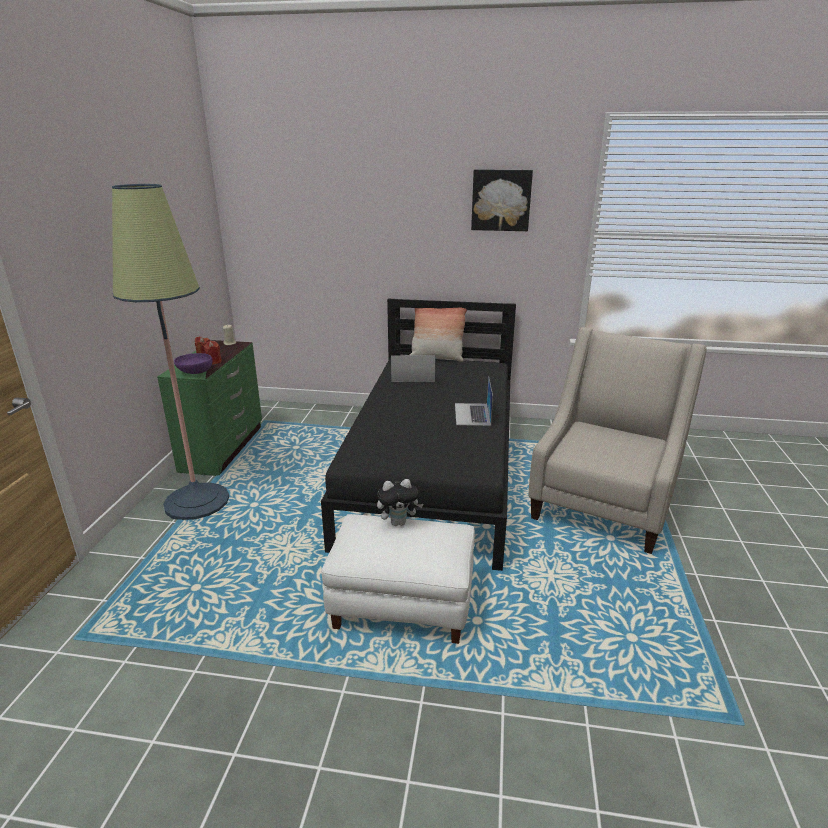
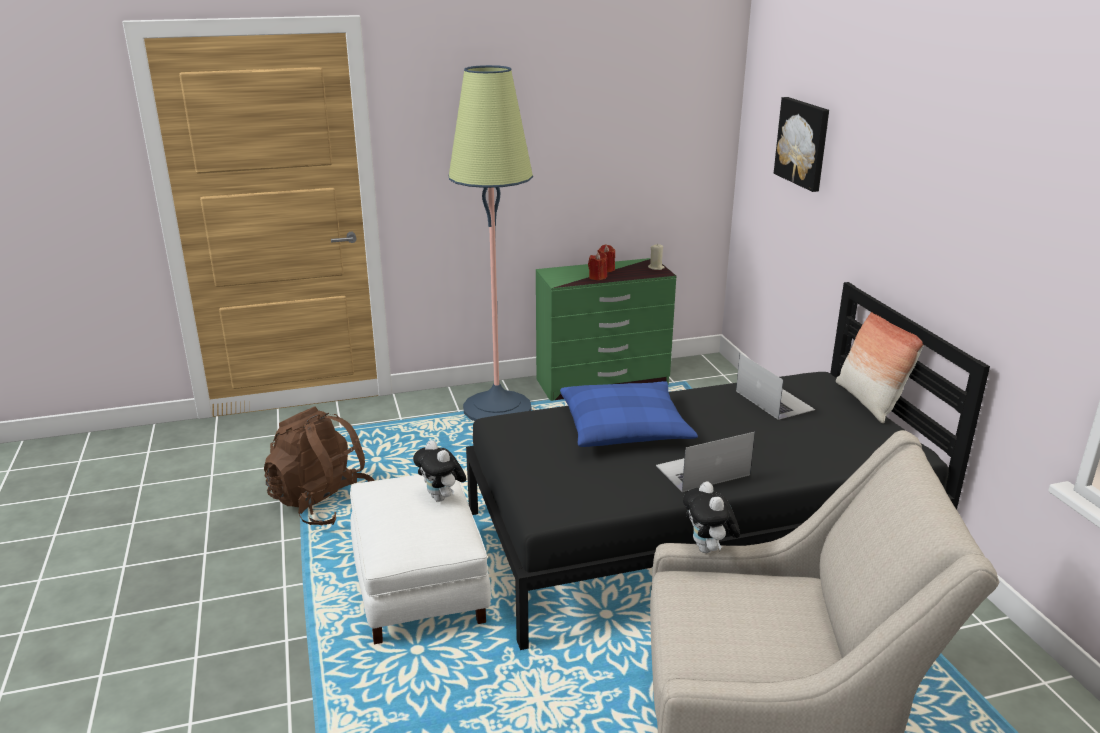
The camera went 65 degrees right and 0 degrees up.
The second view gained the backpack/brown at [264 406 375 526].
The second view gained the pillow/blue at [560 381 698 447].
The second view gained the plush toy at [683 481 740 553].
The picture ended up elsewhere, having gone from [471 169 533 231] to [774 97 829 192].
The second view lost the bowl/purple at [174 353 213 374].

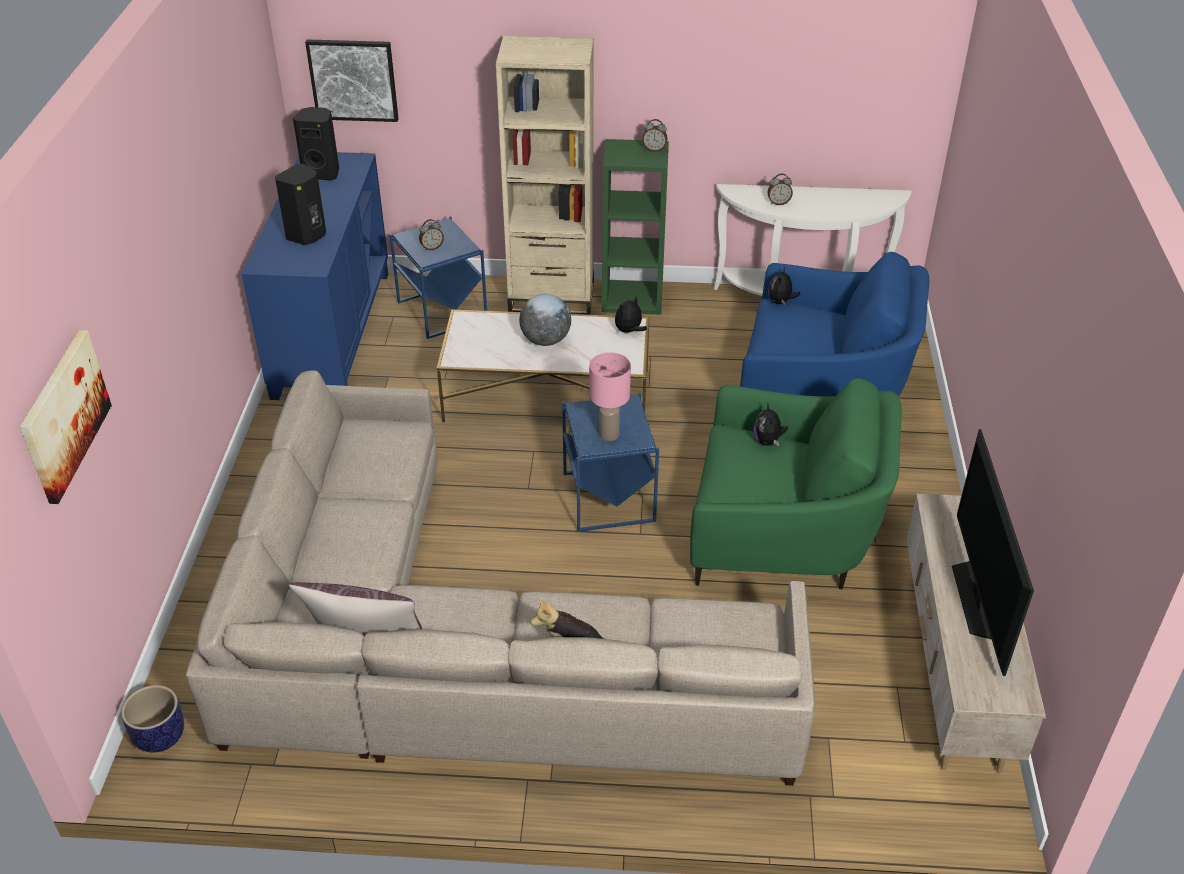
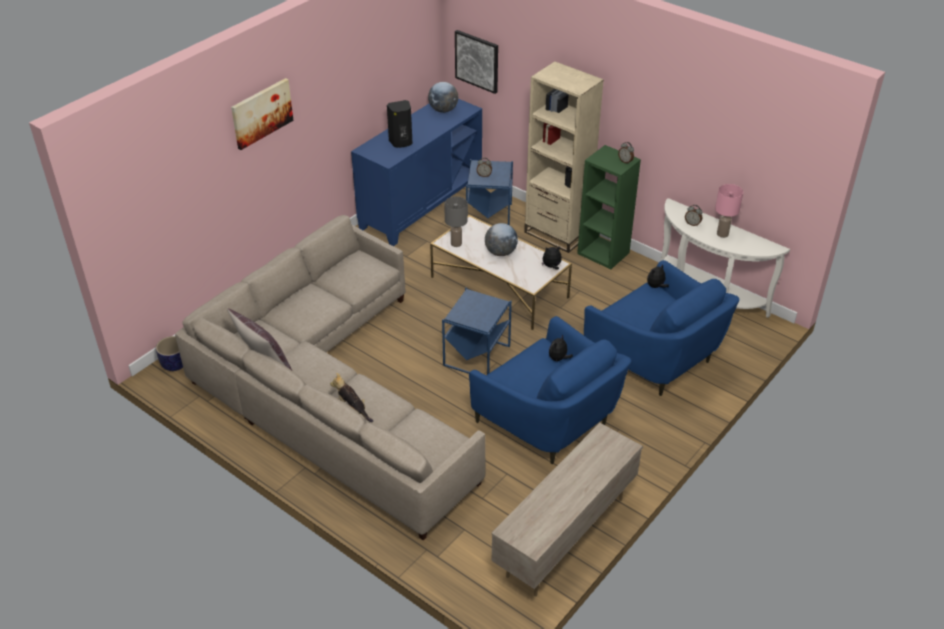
The camera went 35 degrees right and 0 degrees up.
The picture ended up elsewhere, having gone from [20 330 112 504] to [231 78 294 150].
Where the speaker/black stood at [293 107 339 180], the globe came to stand at [428 82 458 113].
The second view gained the table lamp/grey at [444 196 468 247].
What was the armchair/green at [690 378 902 589] turned into the armchair/blue at [469 316 631 464].
The table lamp/pink ended up elsewhere, having gone from [589 352 631 441] to [715 184 743 238].
The second view lost the television at [952 429 1034 676].

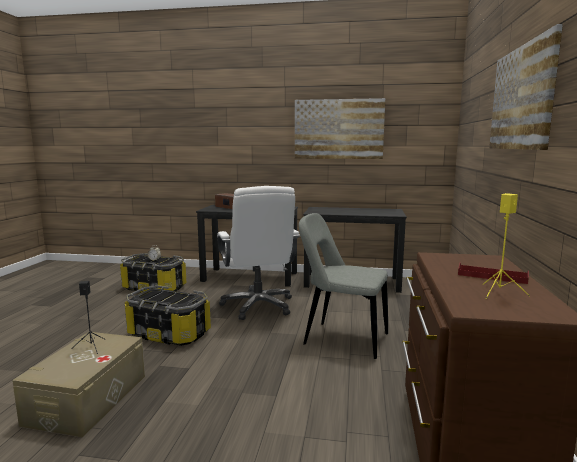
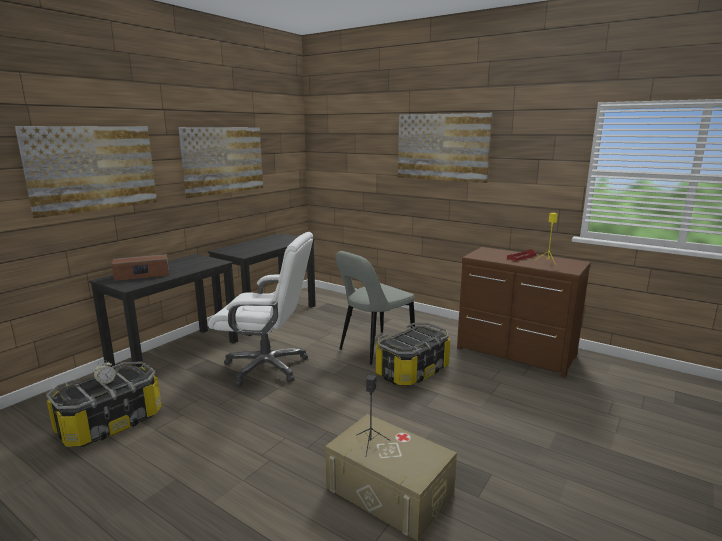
The camera went 65 degrees left and 5 degrees up.
The second view gained the picture at [15 126 157 218].
The storage box ended up elsewhere, having gone from [125 285 211 346] to [376 323 450 387].

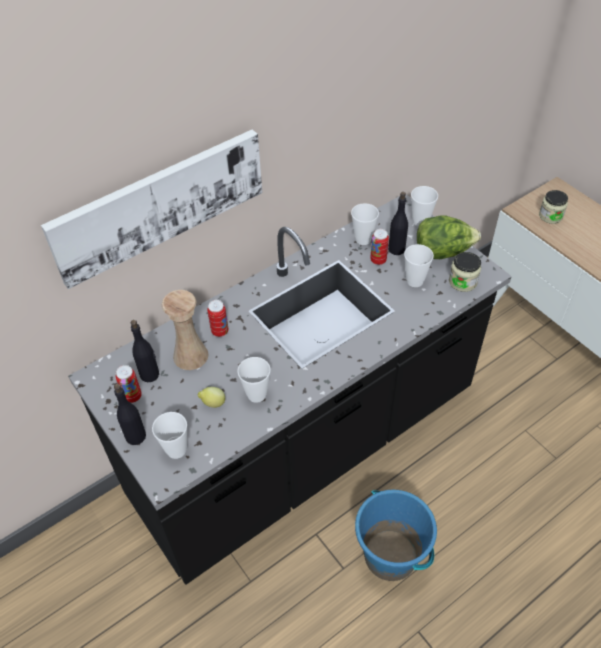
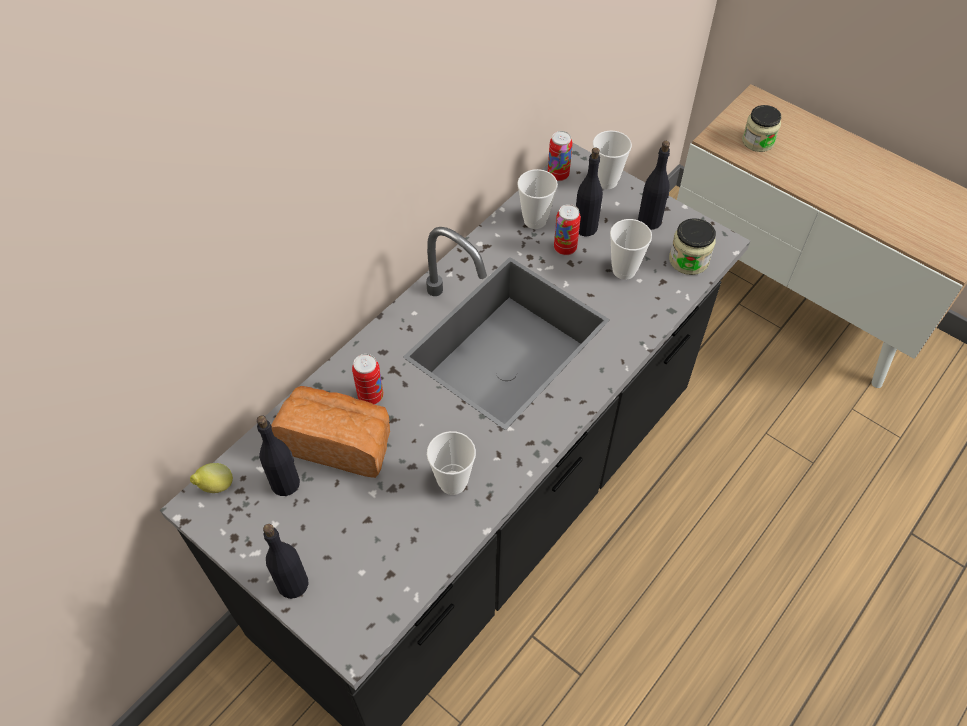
The camera went 15 degrees left and 5 degrees up.
The lemon ended up elsewhere, having gone from [198 387 225 408] to [190 463 233 493].
Where the vase/beige stood at [162 290 209 370], the bread came to stand at [271 386 390 478].
The can ended up elsewhere, having gone from [115 365 142 403] to [548 131 573 181].
Where the lettuce stood at [417 215 481 259], the bottle/black came to stand at [638 141 670 230].
The second view lost the picture at [41 129 262 289].
The second view lost the cup at [152 412 187 459].
The second view lost the bucket/blue at [355 490 437 581].

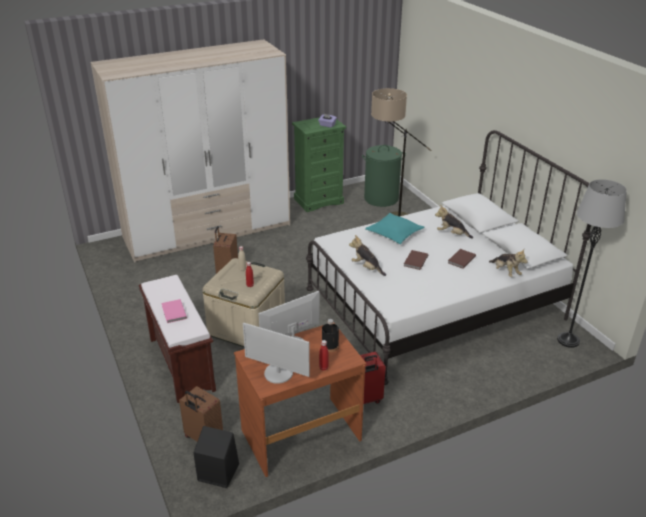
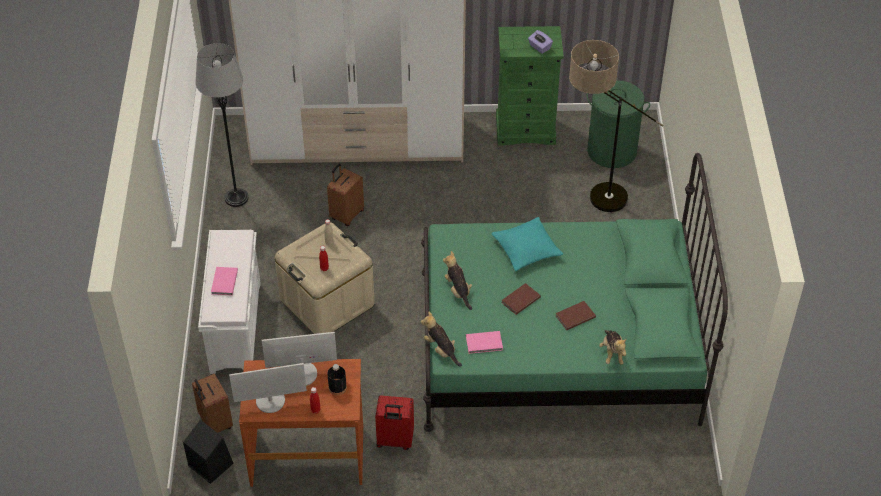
The camera went 25 degrees right and 15 degrees up.
The floor lamp/grey ended up elsewhere, having gone from [557 179 627 348] to [195 43 249 207].
What was the bench/brown at [139 275 216 403] turned into the bench/white at [198 230 261 374].
The monitor at [243 322 310 384] ended up facing another way, 60 degrees counterclockwise from before.
What was the bed/white at [306 130 591 385] turned into the bed/green at [421 153 728 432].
The plush toy ended up elsewhere, having gone from [435 205 473 239] to [421 311 462 367].
The second view gained the book/pink at [466 331 503 354].

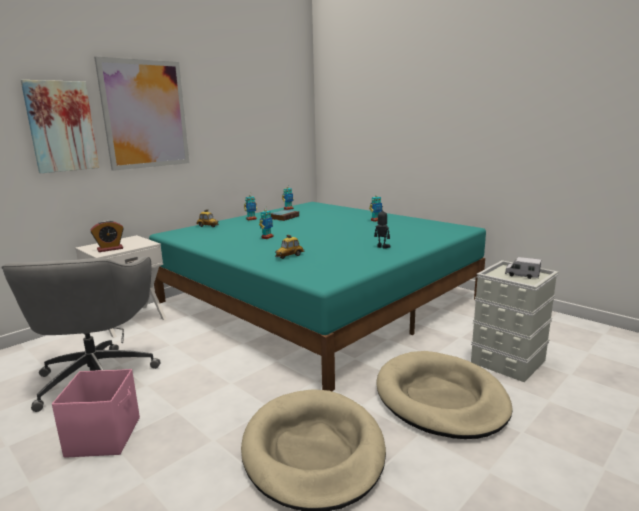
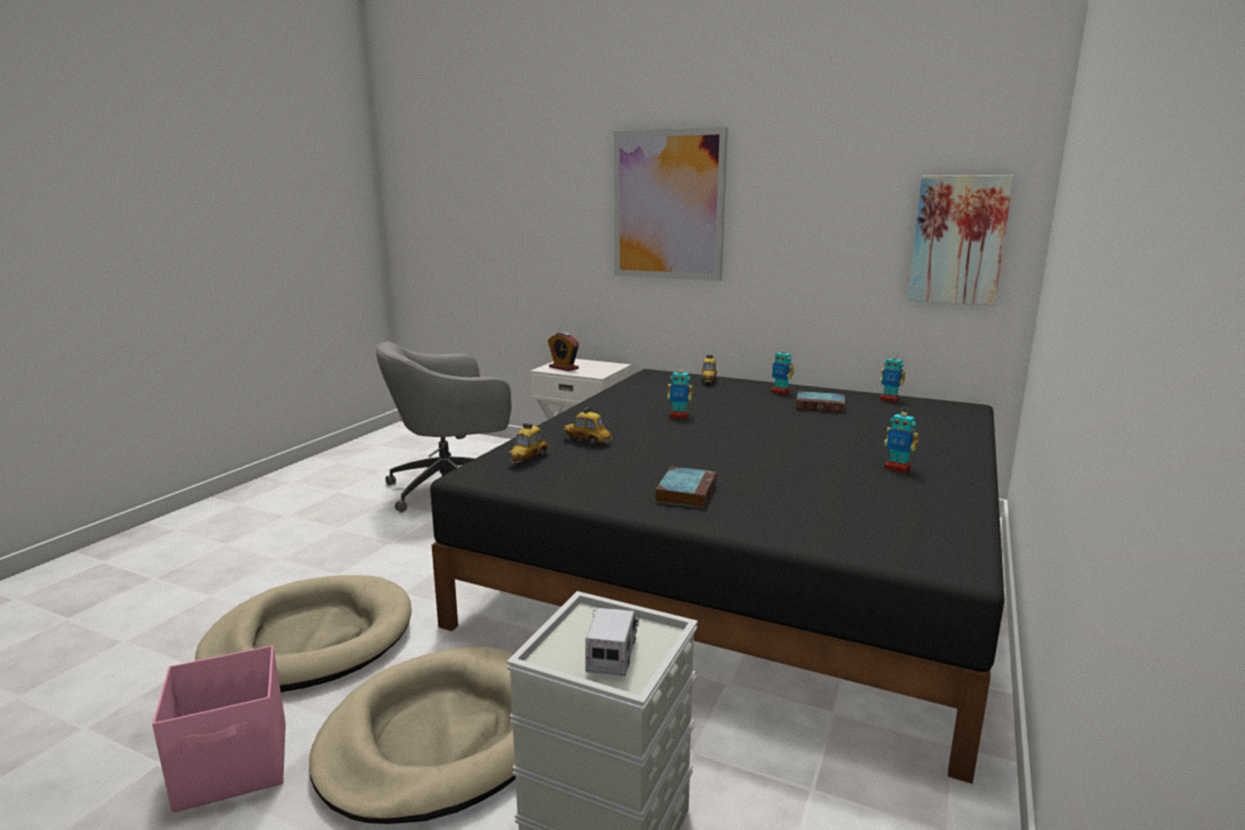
The camera went 70 degrees right and 0 degrees up.
The storage box/pink ended up elsewhere, having gone from [52 369 140 458] to [152 645 286 813].
What was the bed/turquoise at [149 202 486 391] turned into the bed/black at [430 369 1005 784].
The second view gained the toy car at [508 423 549 465].
Where the toy robot stood at [374 206 391 249], the book came to stand at [655 466 717 508].
The picture ended up elsewhere, having gone from [21 80 99 173] to [908 175 1014 306].

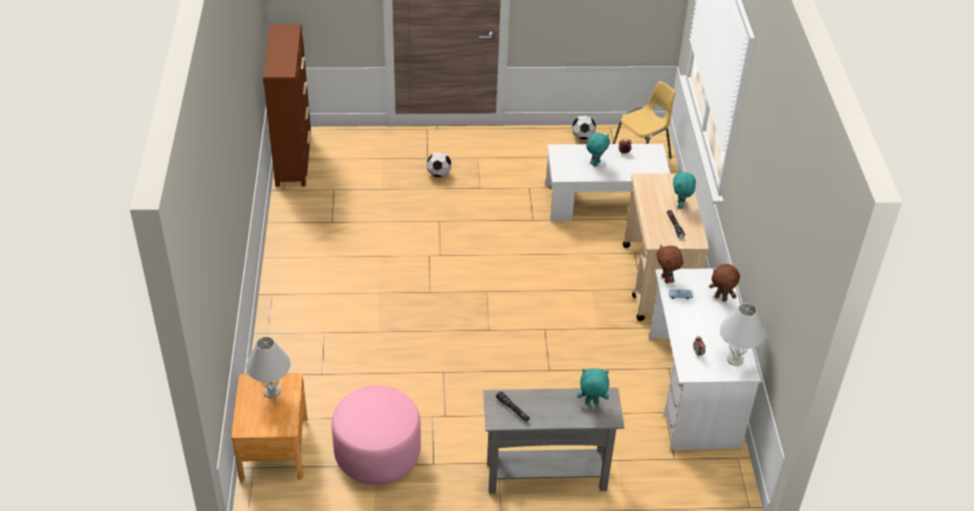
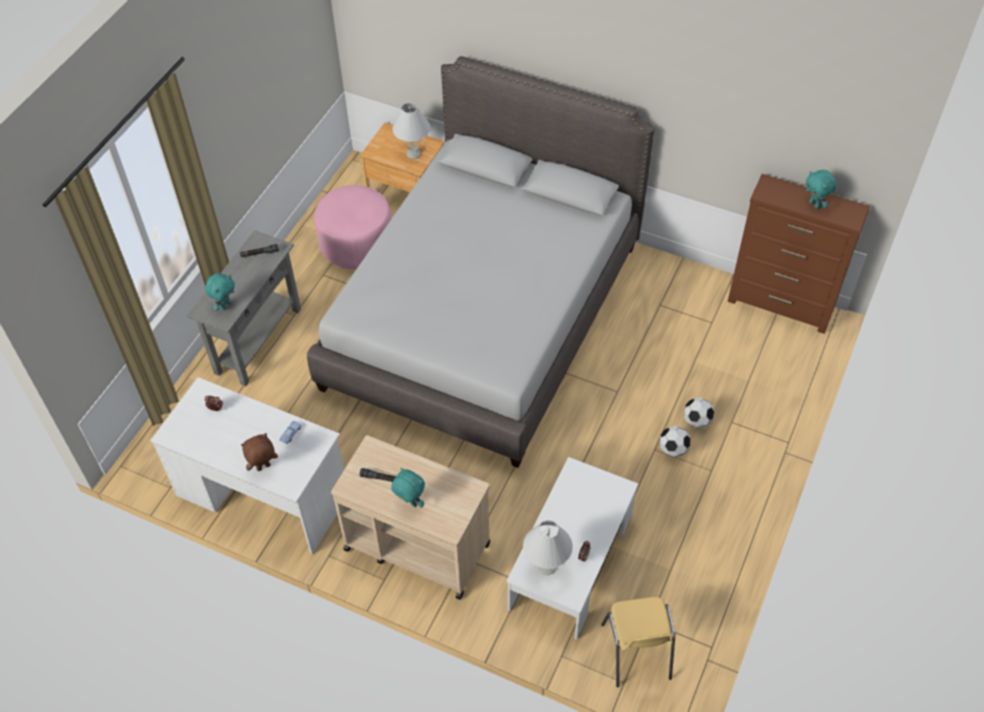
The camera went 120 degrees right and 10 degrees up.
The second view gained the bed/grey at [307 56 655 468].
The table lamp/white ended up elsewhere, having gone from [719 303 765 366] to [523 520 573 575].
The football ended up elsewhere, having gone from [572 115 596 140] to [660 426 690 457].
The plush toy/turquoise ended up elsewhere, having gone from [586 133 610 167] to [806 170 836 209].
The second view lost the plush toy/brown at [656 245 683 283].

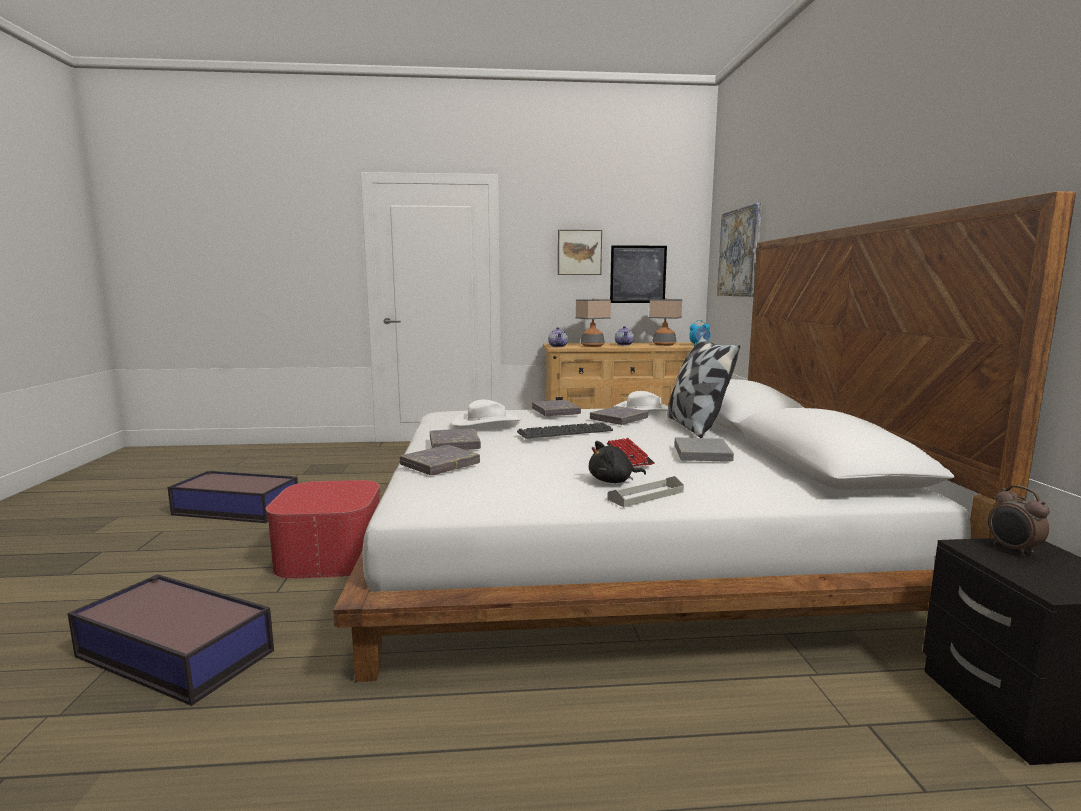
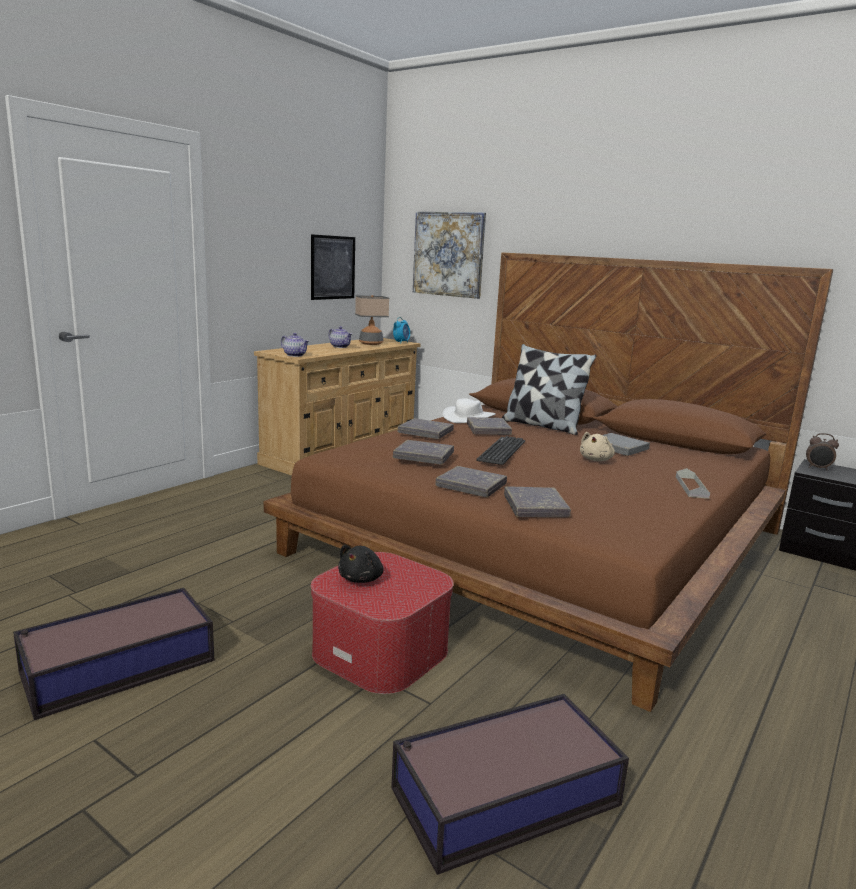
The camera went 50 degrees left and 5 degrees up.
What was the bed/white at [333 191 1076 682] turned into the bed/brown at [264 252 833 712].
The plush toy/black ended up elsewhere, having gone from [589 441 646 483] to [338 545 384 583].
Where the hat/white stood at [451 400 522 426], the book/grey came to stand at [393 440 454 464].
Where the keyboard stood at [607 438 655 467], the plush toy/beige came to stand at [580 432 615 461].
The second view lost the picture at [558 230 602 275].
The second view lost the table lamp at [576 298 611 347].

